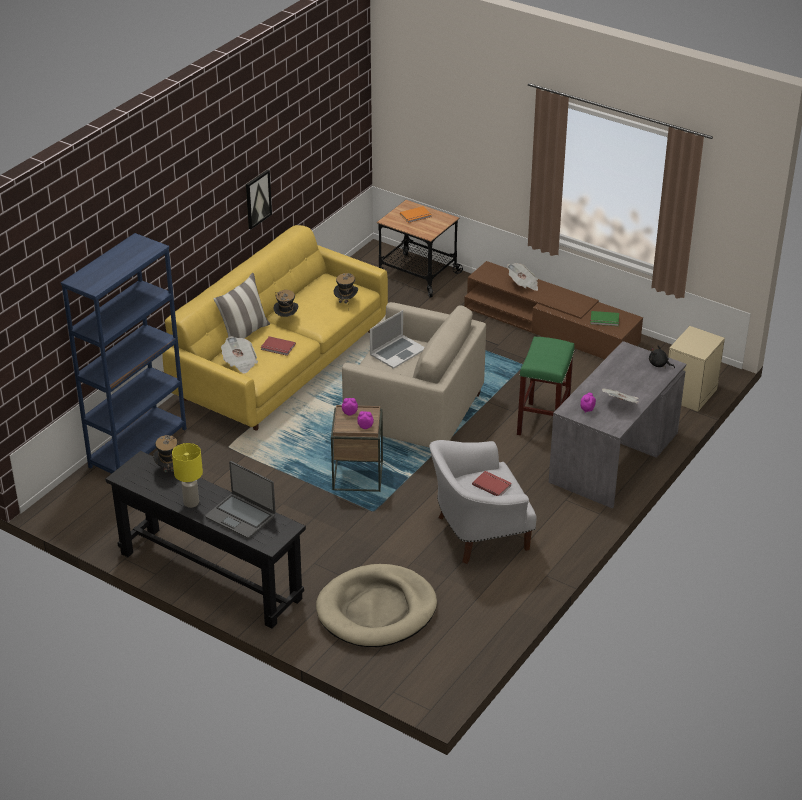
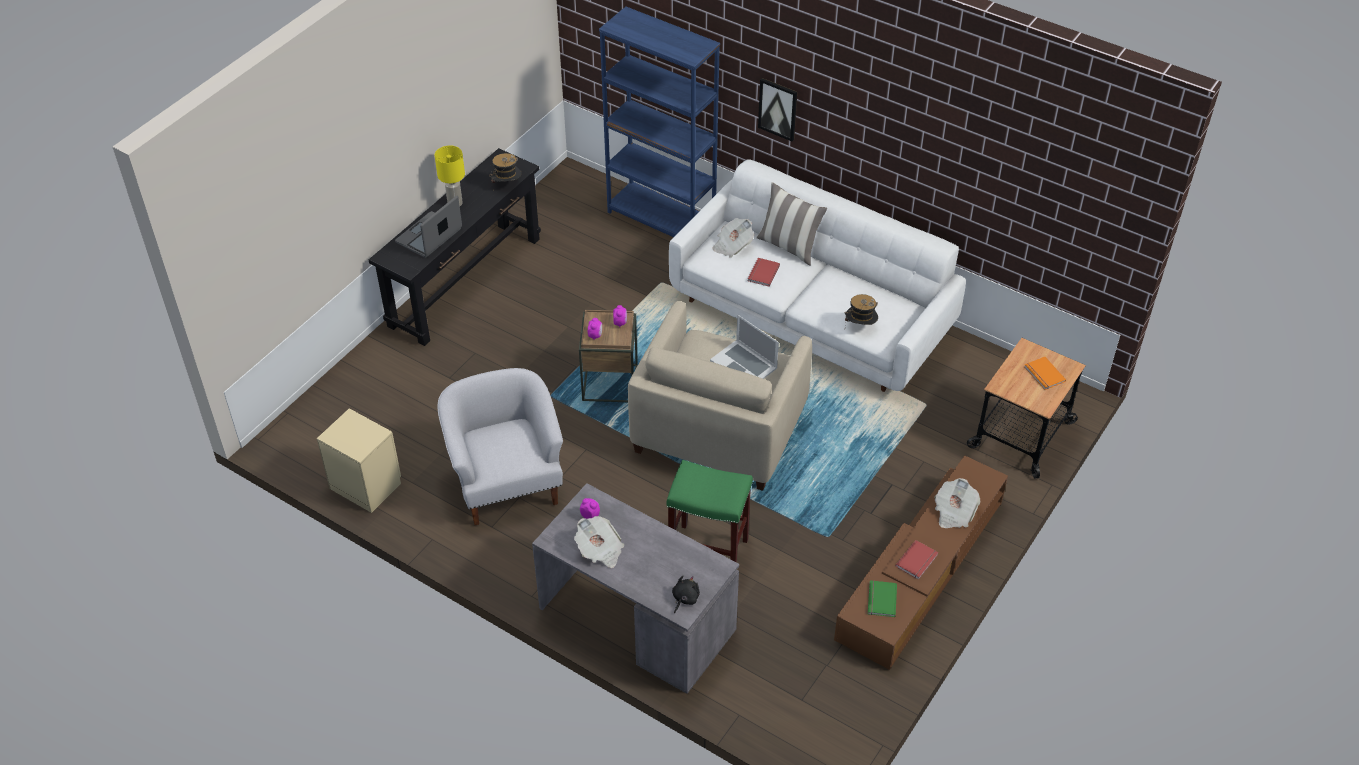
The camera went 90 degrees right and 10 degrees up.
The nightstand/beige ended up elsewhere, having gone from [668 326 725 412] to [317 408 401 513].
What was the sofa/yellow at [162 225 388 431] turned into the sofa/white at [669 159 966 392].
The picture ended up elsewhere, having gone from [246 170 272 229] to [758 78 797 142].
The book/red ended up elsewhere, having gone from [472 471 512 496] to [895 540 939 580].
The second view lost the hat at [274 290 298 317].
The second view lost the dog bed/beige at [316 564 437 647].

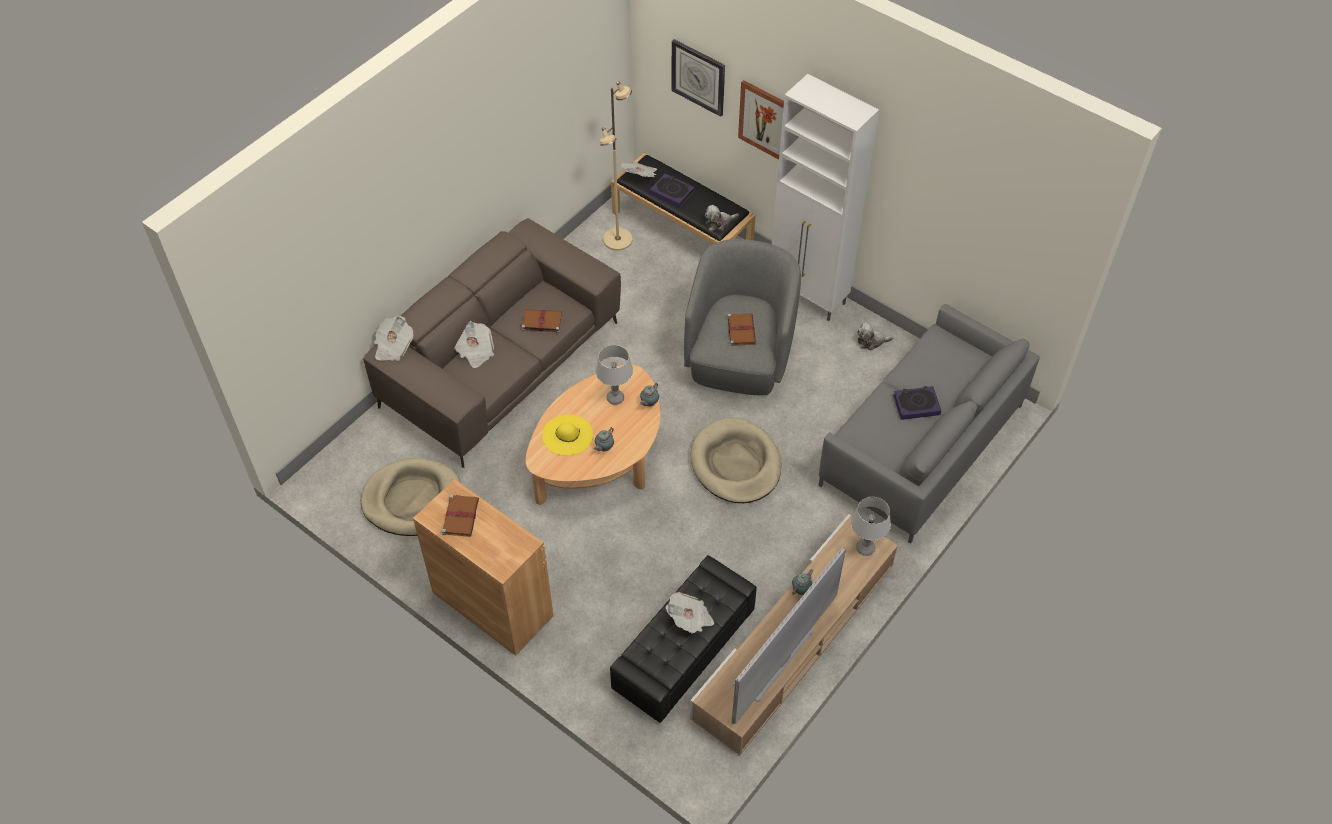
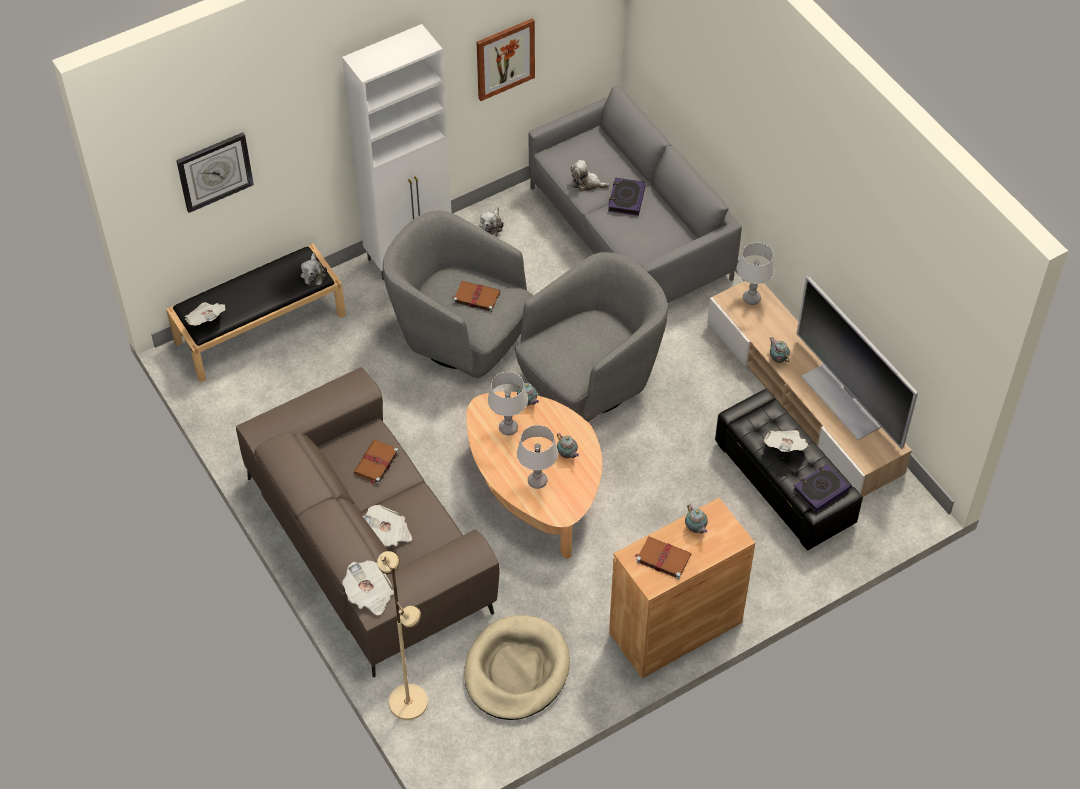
The camera went 70 degrees left and 0 degrees up.
The floor lamp/beige ended up elsewhere, having gone from [600 81 633 251] to [377 551 428 720].
The picture ended up elsewhere, having gone from [738 80 784 159] to [476 18 535 101].
Where the dog bed/beige stood at [690 418 781 503], the armchair/grey came to stand at [515 252 668 422].
Where the hat/yellow stood at [542 414 593 455], the table lamp/grey came to stand at [517 425 558 489].
The second view gained the plush toy at [570 160 609 192].
The second view gained the teapot at [685 504 708 534].
The book ended up elsewhere, having gone from [650 174 695 208] to [793 464 850 513].

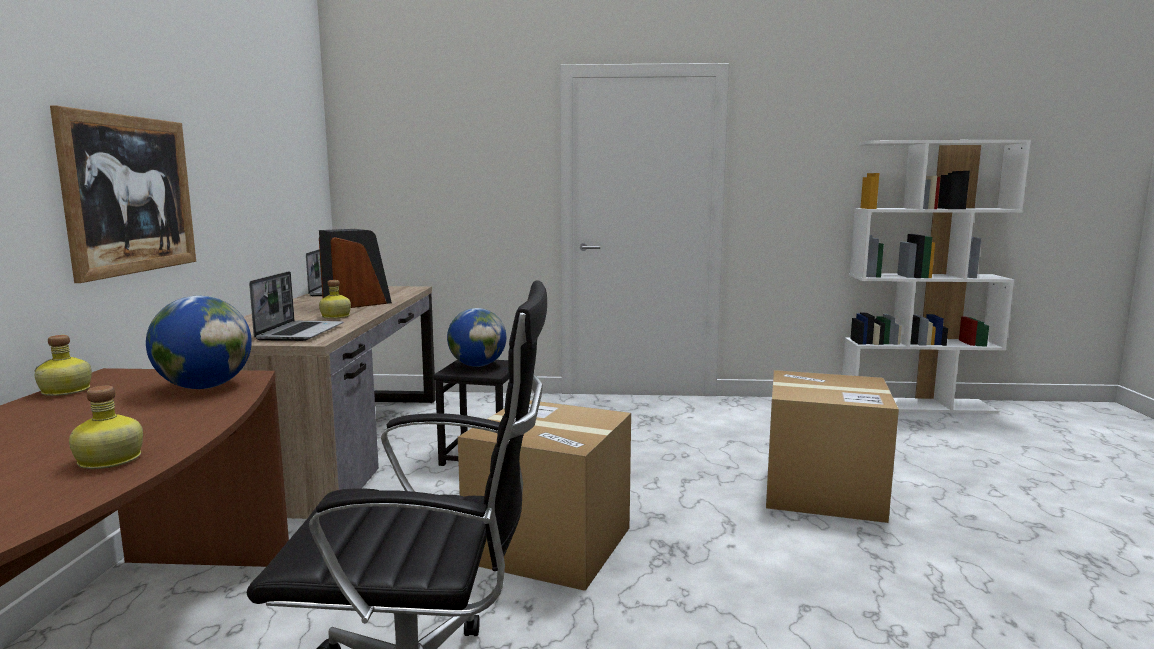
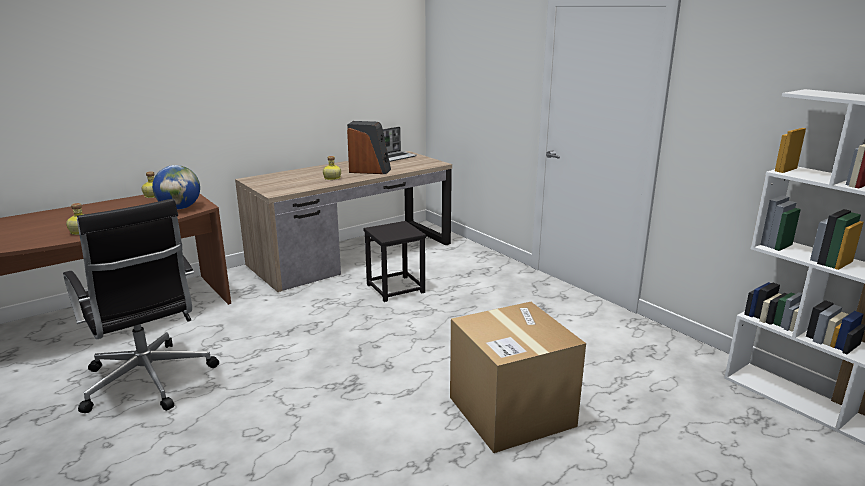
The camera went 50 degrees right and 10 degrees up.
The second view lost the picture at [50 106 196 283].
The second view lost the laptop at [249 271 344 341].
The second view lost the globe at [447 308 506 367].
The second view lost the cardboard box at [458 400 631 591].

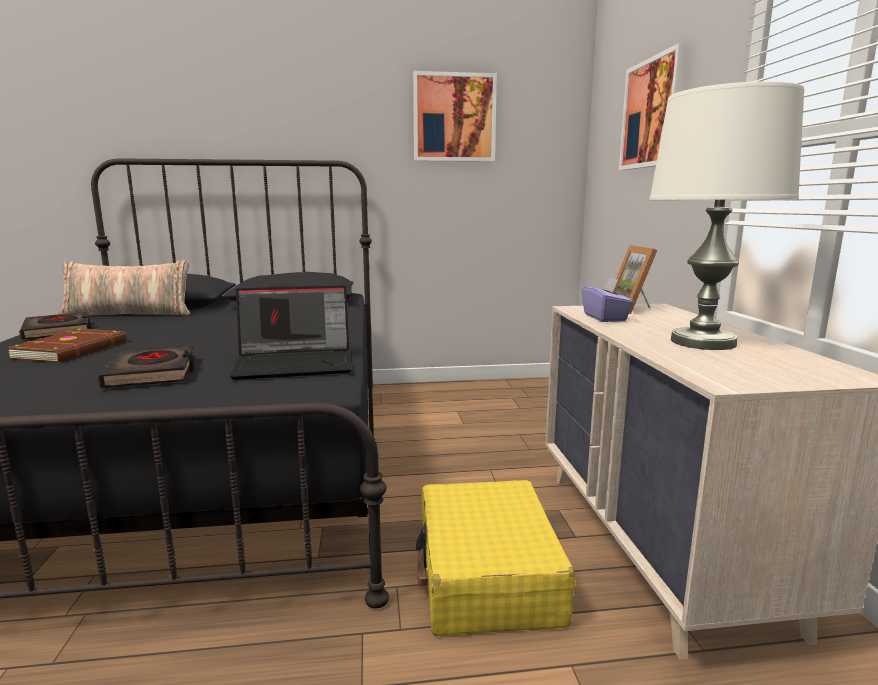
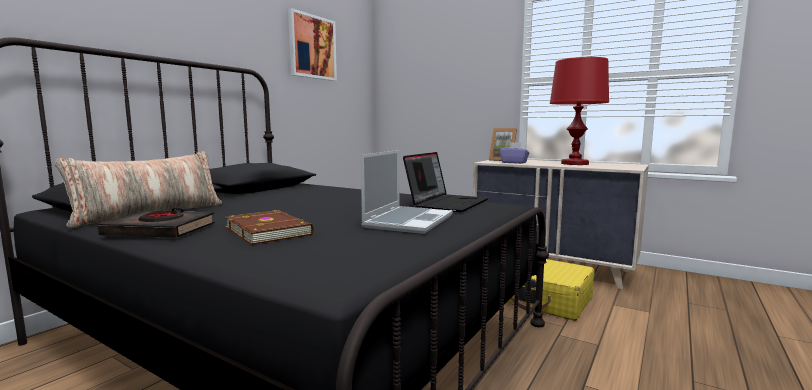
The camera went 50 degrees left and 5 degrees down.
Where the book/black stood at [98 345 196 388], the laptop came to stand at [361 150 453 234].
What was the table lamp/white at [649 81 804 350] turned into the table lamp/red at [550 57 609 165].
The second view lost the picture at [619 43 687 170].

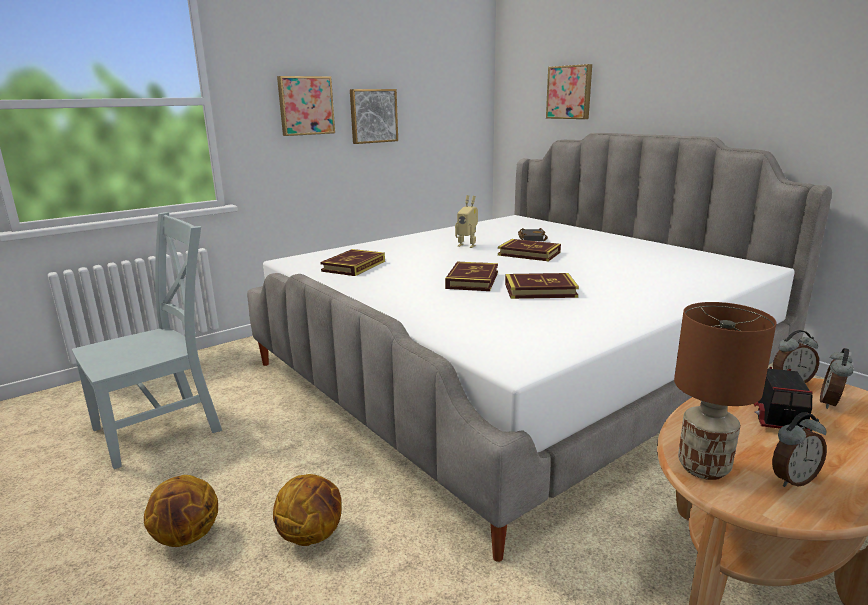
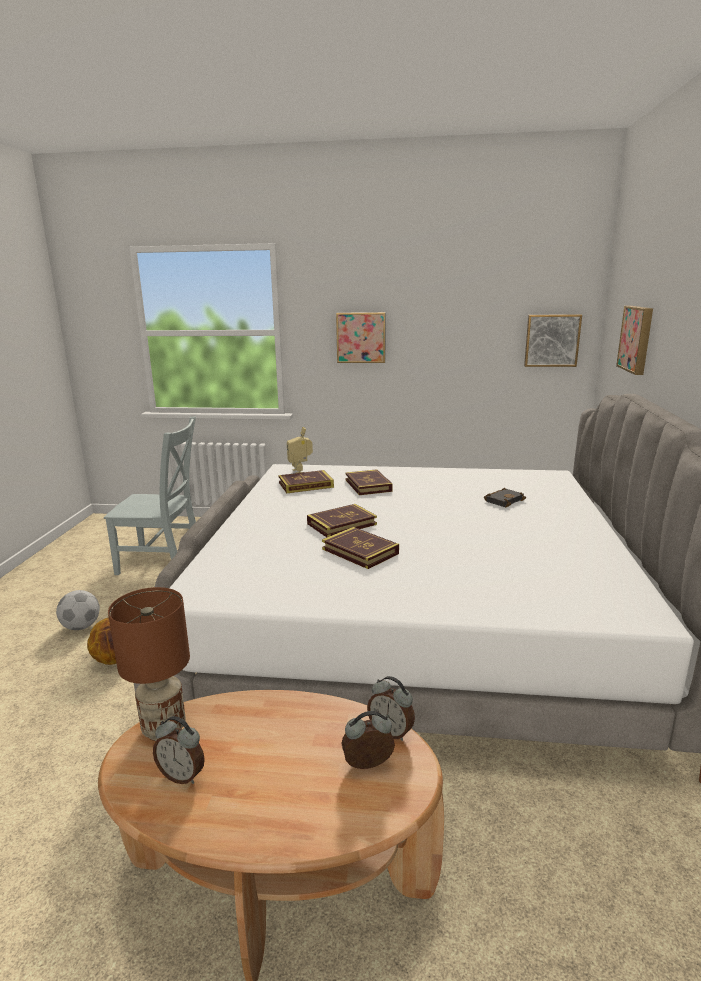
The camera went 45 degrees right and 0 degrees up.
Where the basketball stood at [144 475 218 547], the football came to stand at [56 590 100 630].
The toy robot ended up elsewhere, having gone from [455 195 478 248] to [287 427 313 473].
The book ended up elsewhere, having gone from [498 239 561 261] to [345 469 393 495].
The picture ended up elsewhere, having gone from [350 89 398 144] to [524 314 582 367].
The second view lost the toy truck at [754 367 813 431].

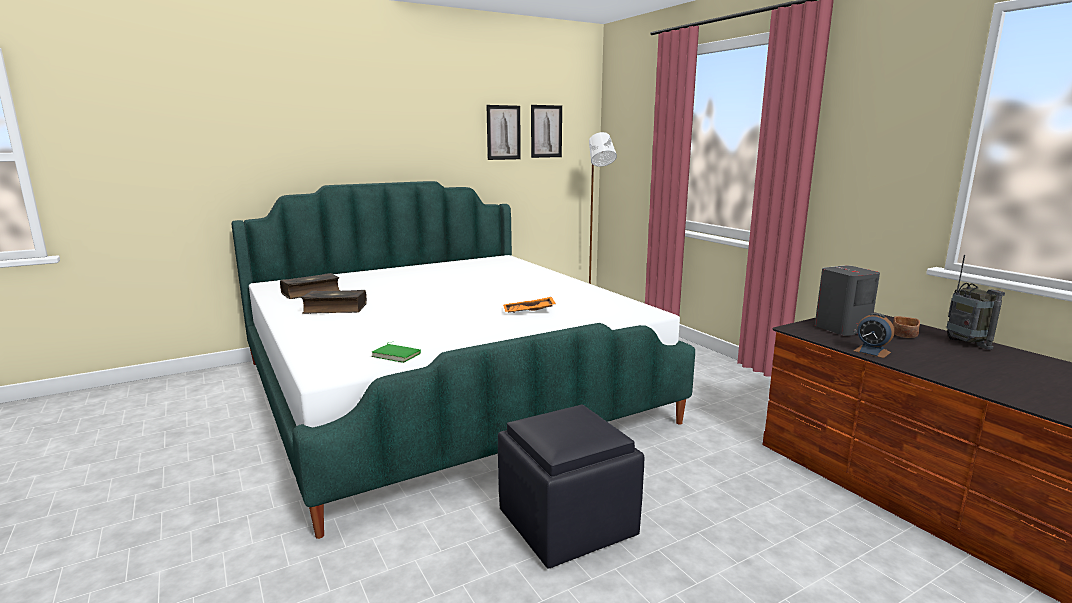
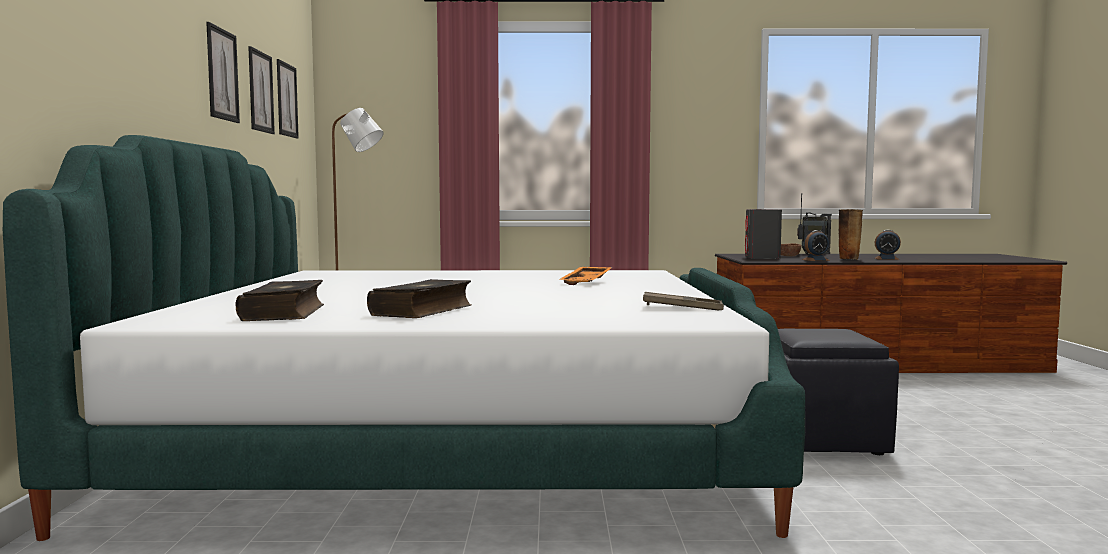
The camera went 60 degrees left and 10 degrees down.
The second view gained the picture at [206 22 240 123].
Where the book/green stood at [372 342 421 363], the tray/brown came to stand at [643 292 724 310].
The second view gained the vase at [839 209 863 260].
The second view gained the alarm clock at [875 230 901 260].

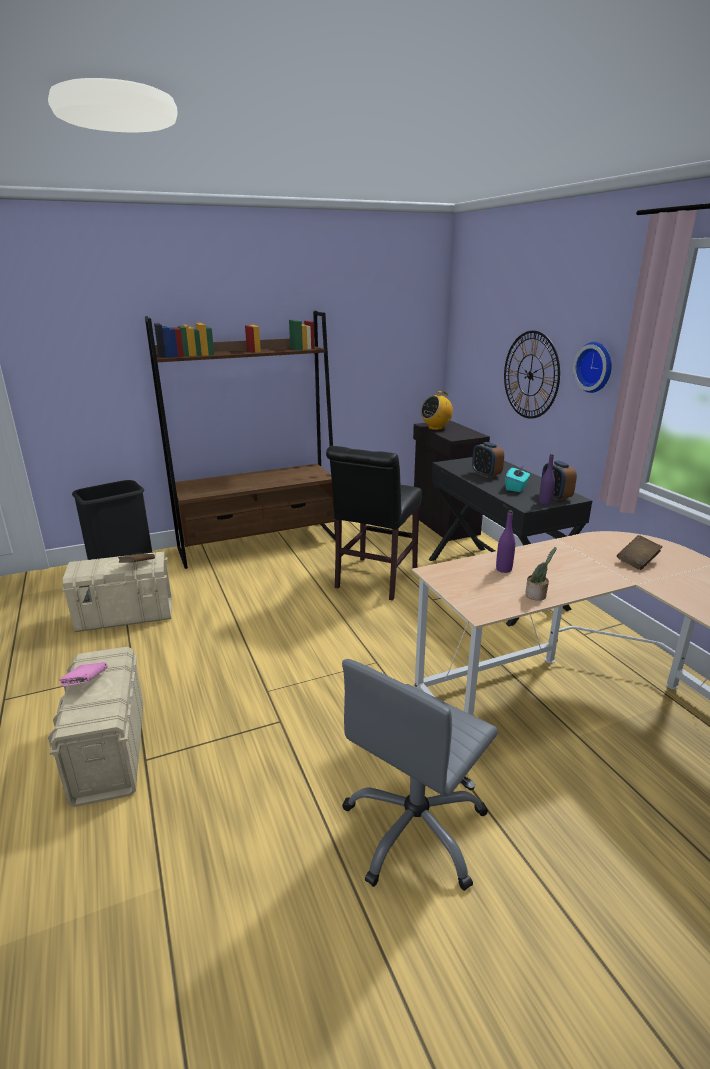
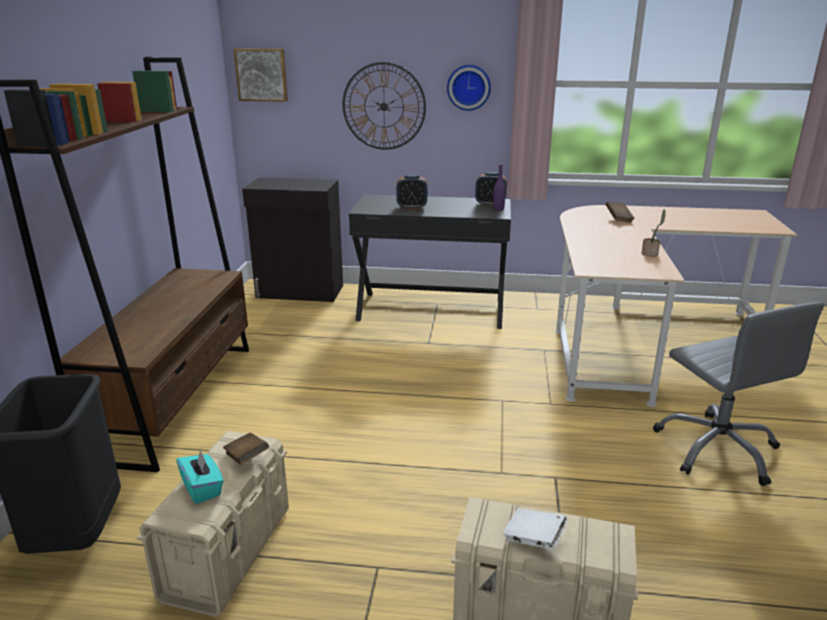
The camera went 60 degrees left and 0 degrees up.
The tissue box/turquoise ended up elsewhere, having gone from [505 465 530 492] to [176 448 224 504].
The second view gained the picture at [234 48 288 102].
What was the book/pink at [59 662 108 687] turned into the book/white at [503 508 567 550].
The second view lost the chair/black at [326 446 422 601].
The second view lost the radio at [421 391 453 430].
The second view lost the bottle/purple at [496 510 515 573].

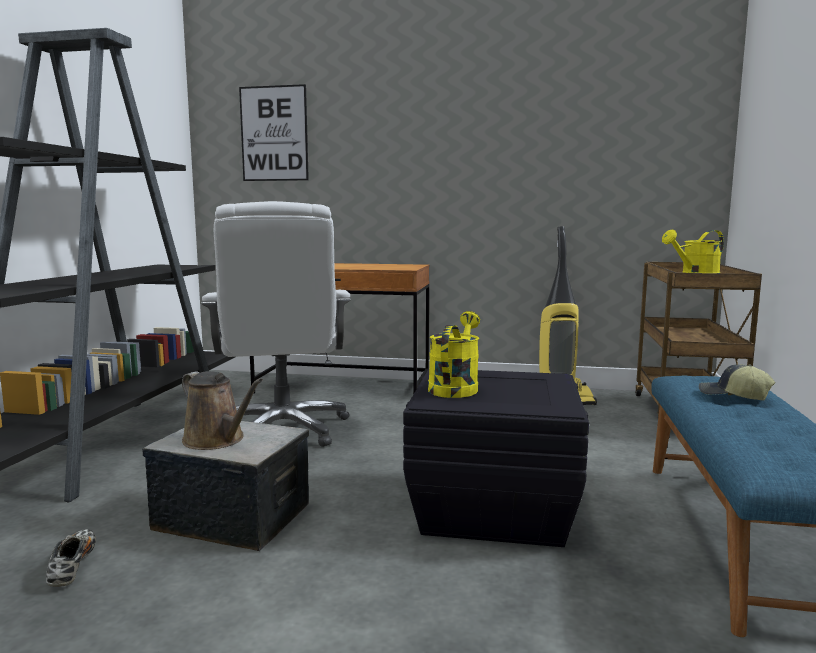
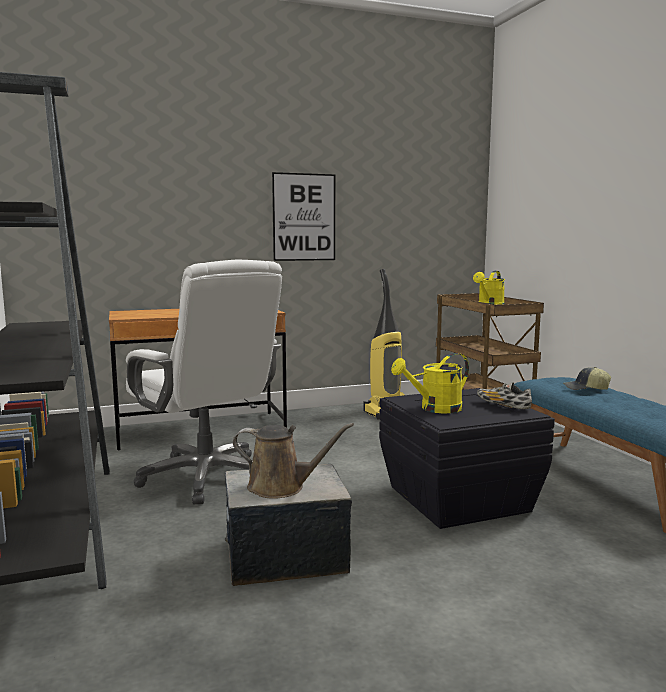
The camera went 30 degrees left and 0 degrees up.
The picture ended up elsewhere, having gone from [239 84 309 181] to [272 172 335 261].
The watering can/yellow at [428 311 480 398] ended up facing another way, 105 degrees counterclockwise from before.
The shoe ended up elsewhere, having gone from [46 529 96 587] to [477 382 532 409].

